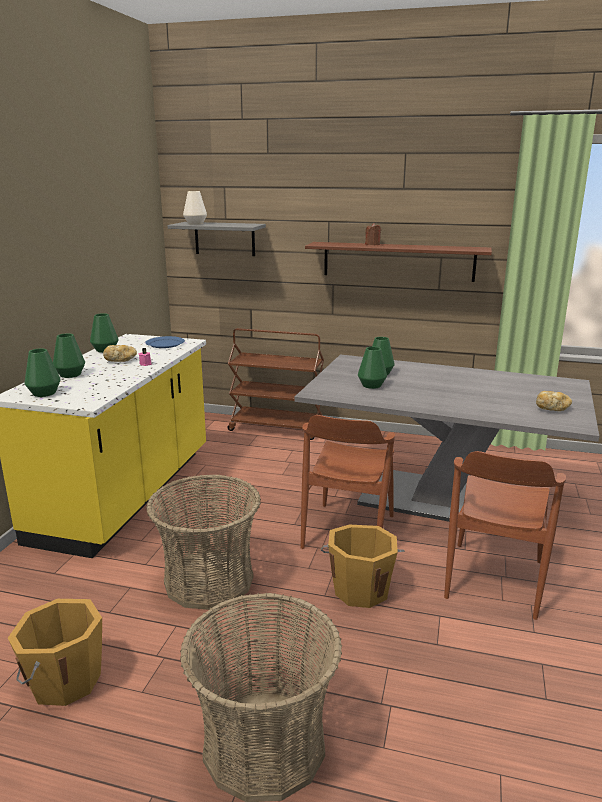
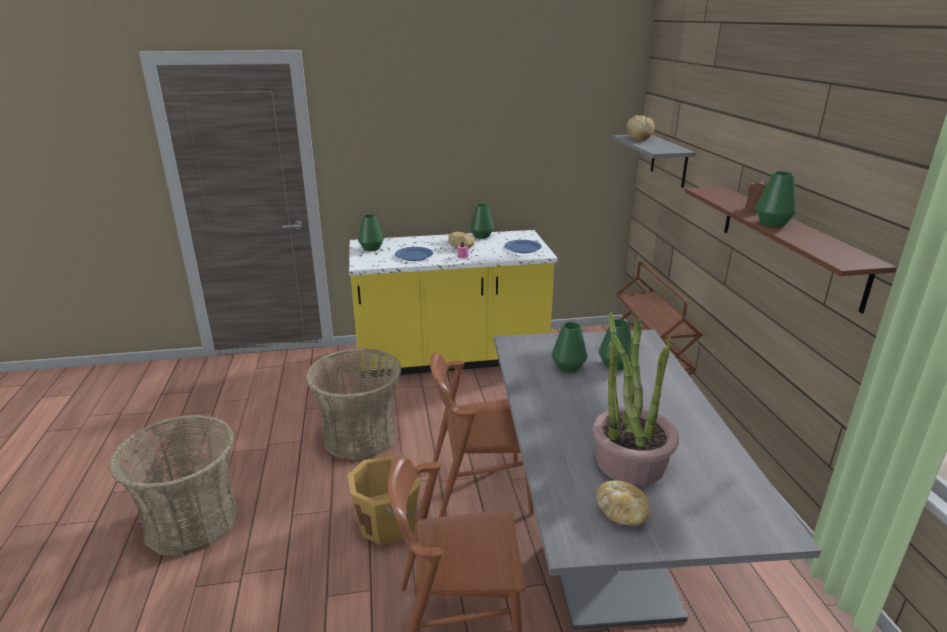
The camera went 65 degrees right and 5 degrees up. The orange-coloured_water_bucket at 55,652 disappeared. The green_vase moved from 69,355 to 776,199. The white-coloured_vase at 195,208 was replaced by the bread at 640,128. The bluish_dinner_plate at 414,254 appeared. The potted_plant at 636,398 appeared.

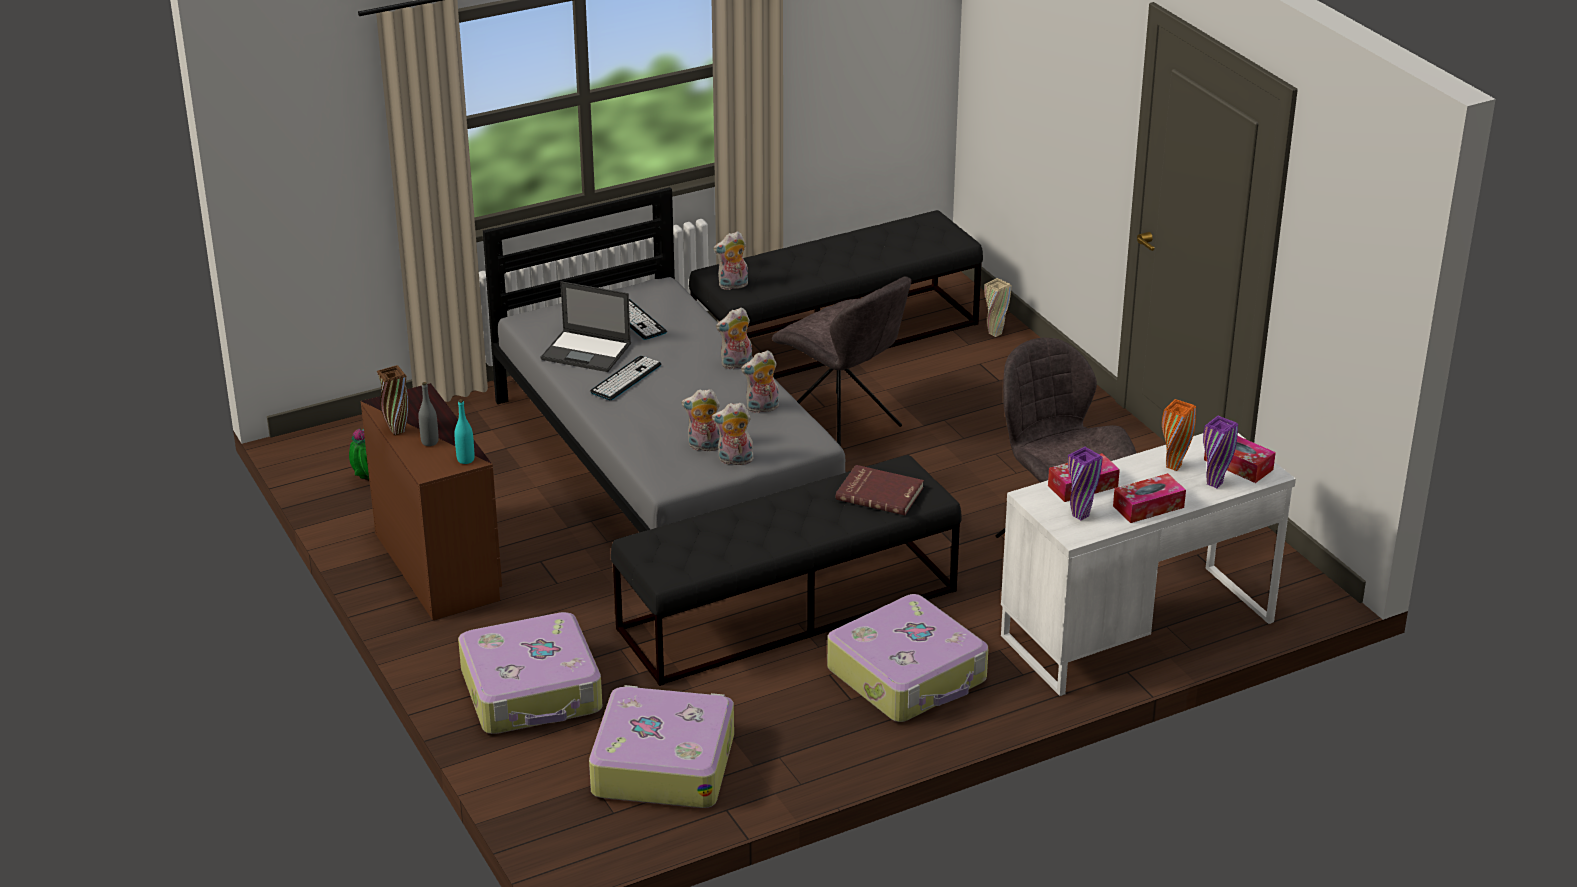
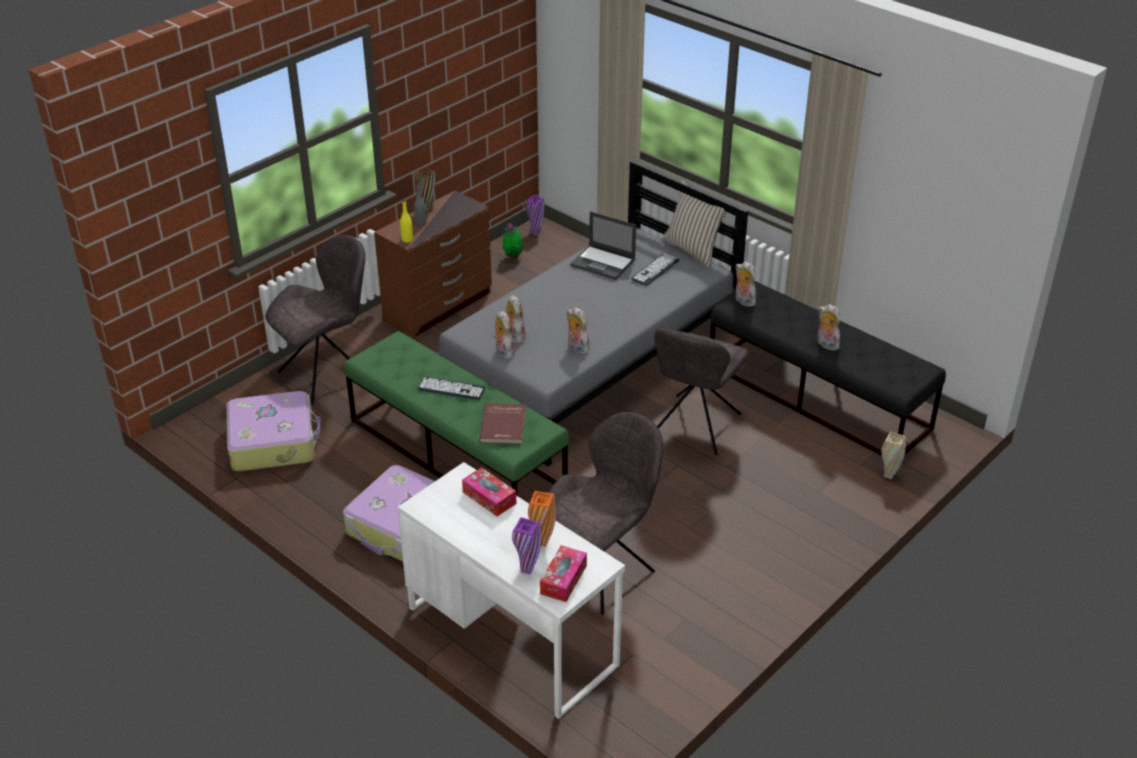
The camera went 70 degrees right and 5 degrees up. The turquoise_beverage_bottle at 464,431 became the yellow-coloured_beverage_bottle at 406,221. The piece_of_luggage at 530,673 was replaced by the grey_plain_chair at 316,319. The laptop at 586,326 turned 60 degrees counterclockwise. The keyboard moved from 625,378 to 452,388. The black_long_seat at 786,570 became the green_long_seat at 456,413. The plush_toy moved from 734,338 to 829,327. The purple-coloured_vase moved from 1085,484 to 535,215. The tissue_box at 1149,498 disappeared. The beige_pillow at 694,224 appeared.

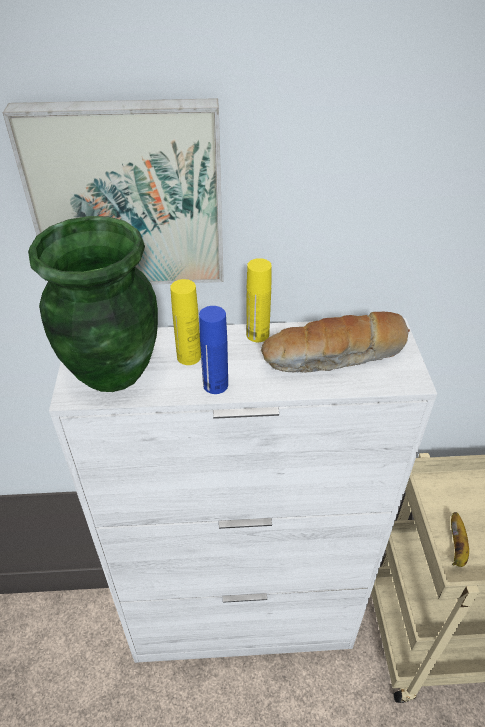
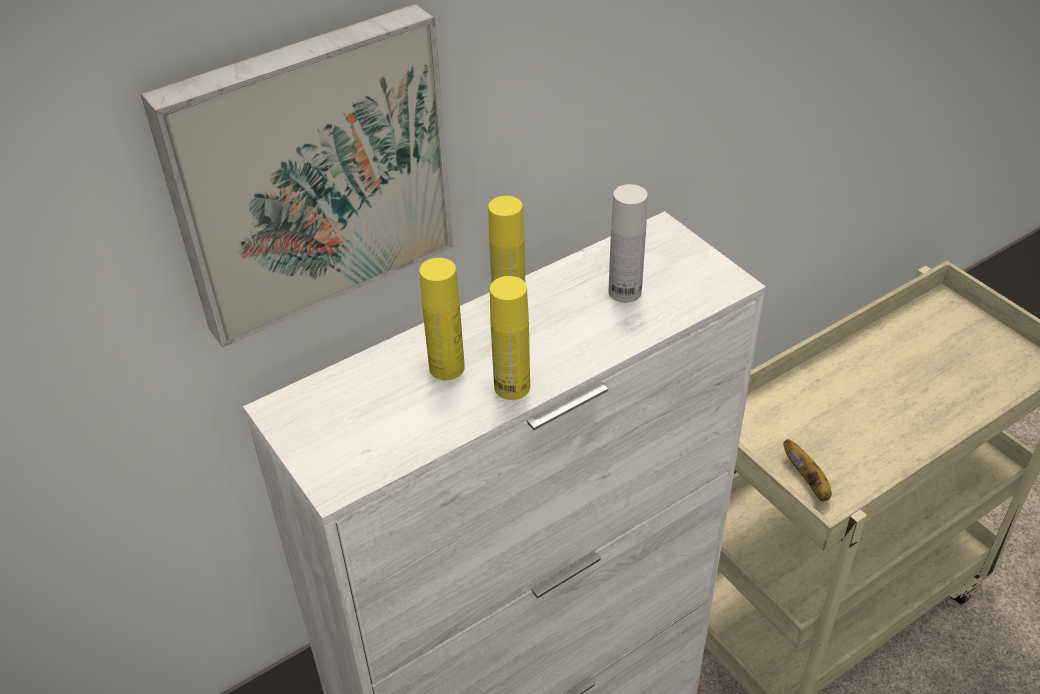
The camera went 30 degrees left and 0 degrees up. The green_vase at 93,304 disappeared. The bluish_beverage_bottle at 213,350 became the yellow-coloured_beverage_bottle at 510,338. The bread at 335,342 was replaced by the white-coloured_beverage_bottle at 628,243.

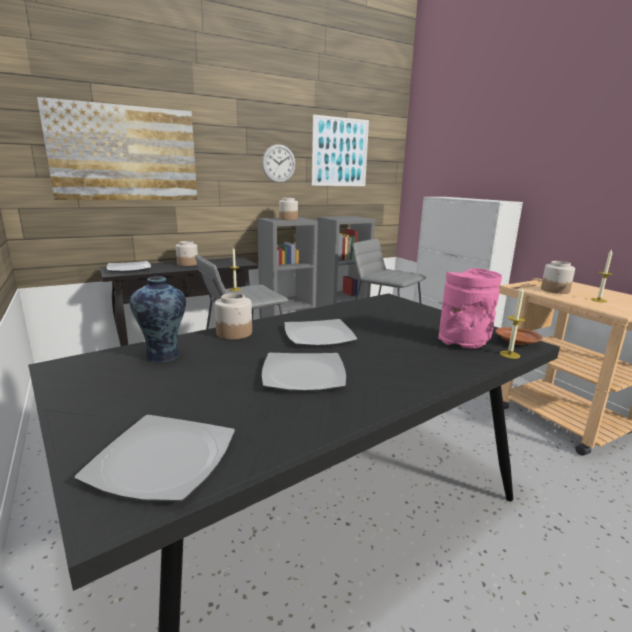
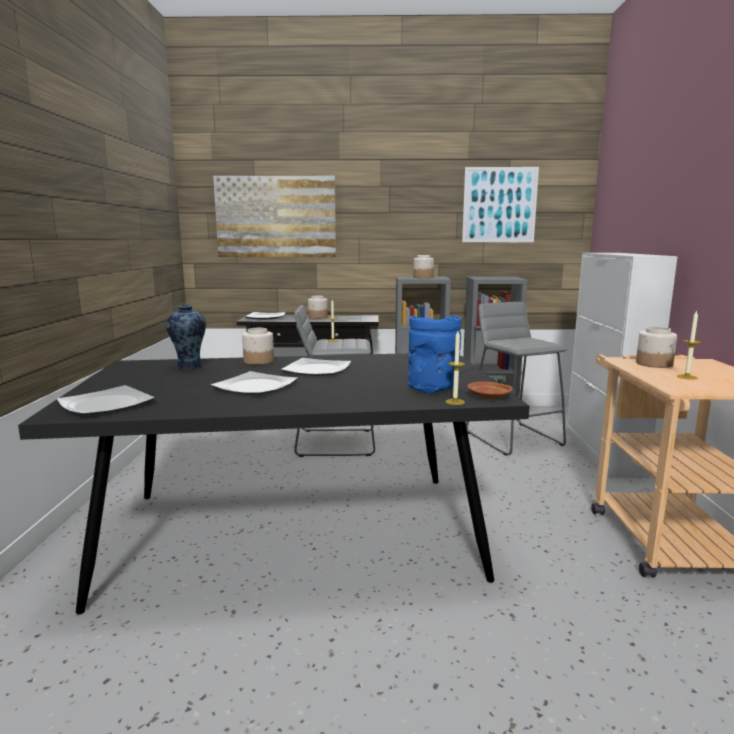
The camera went 30 degrees right and 5 degrees down. The hanging_clock at 279,163 disappeared. The pink_vase at 470,308 became the bluish_vase at 435,355.

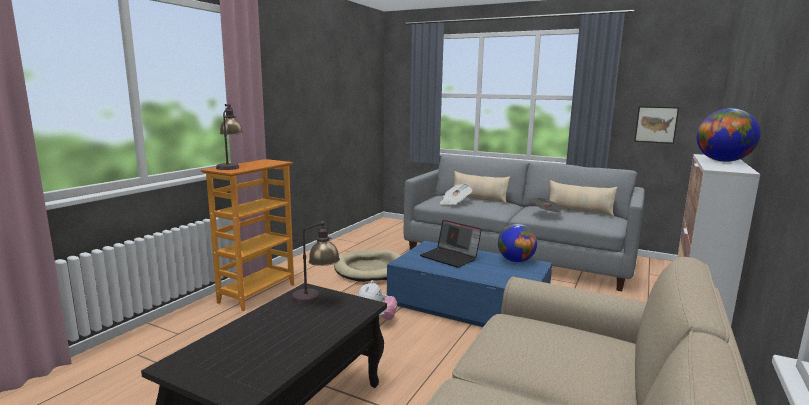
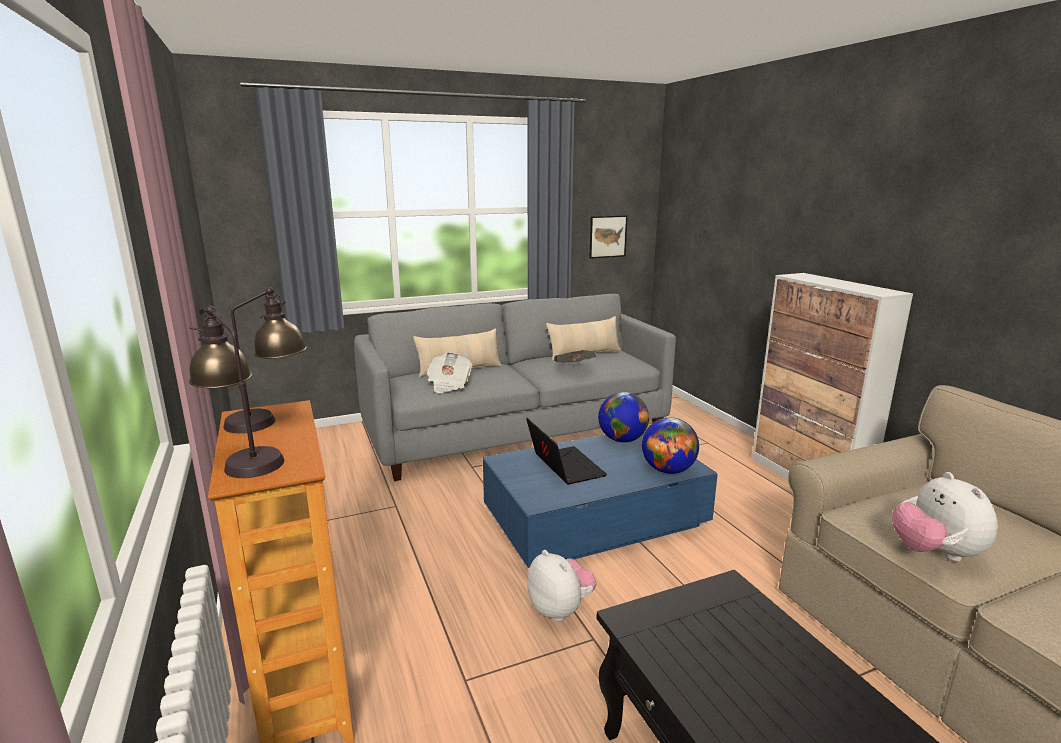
The camera went 50 degrees left and 5 degrees up. The lamp_for_a_table moved from 315,263 to 265,360. The beige_dog_bed at 367,266 disappeared. The laptop at 451,244 turned 105 degrees counterclockwise. The globe moved from 728,135 to 670,445. The plush_toy at 945,516 appeared.

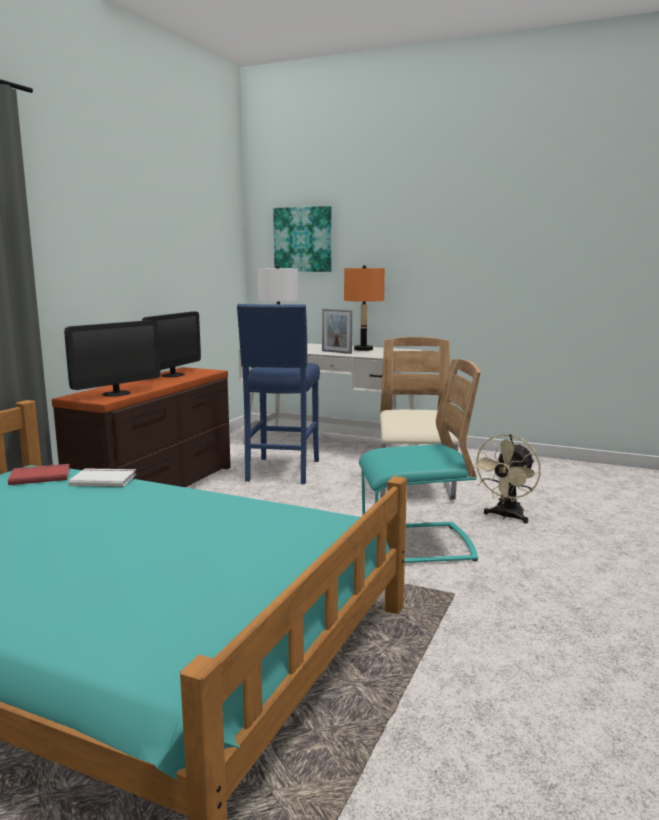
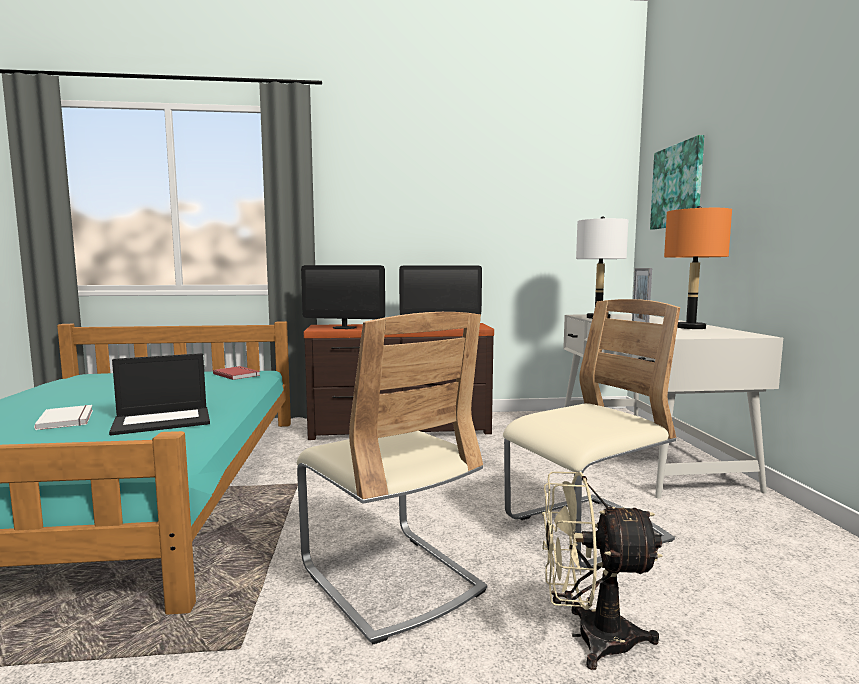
The camera went 60 degrees right and 5 degrees down. The white-coloured_bound_book moved from 102,477 to 63,417. The bluish_stool_seat at 278,394 disappeared. The turquoise_plain_chair at 420,461 became the beige_plain_chair at 392,478. The laptop at 159,394 appeared.

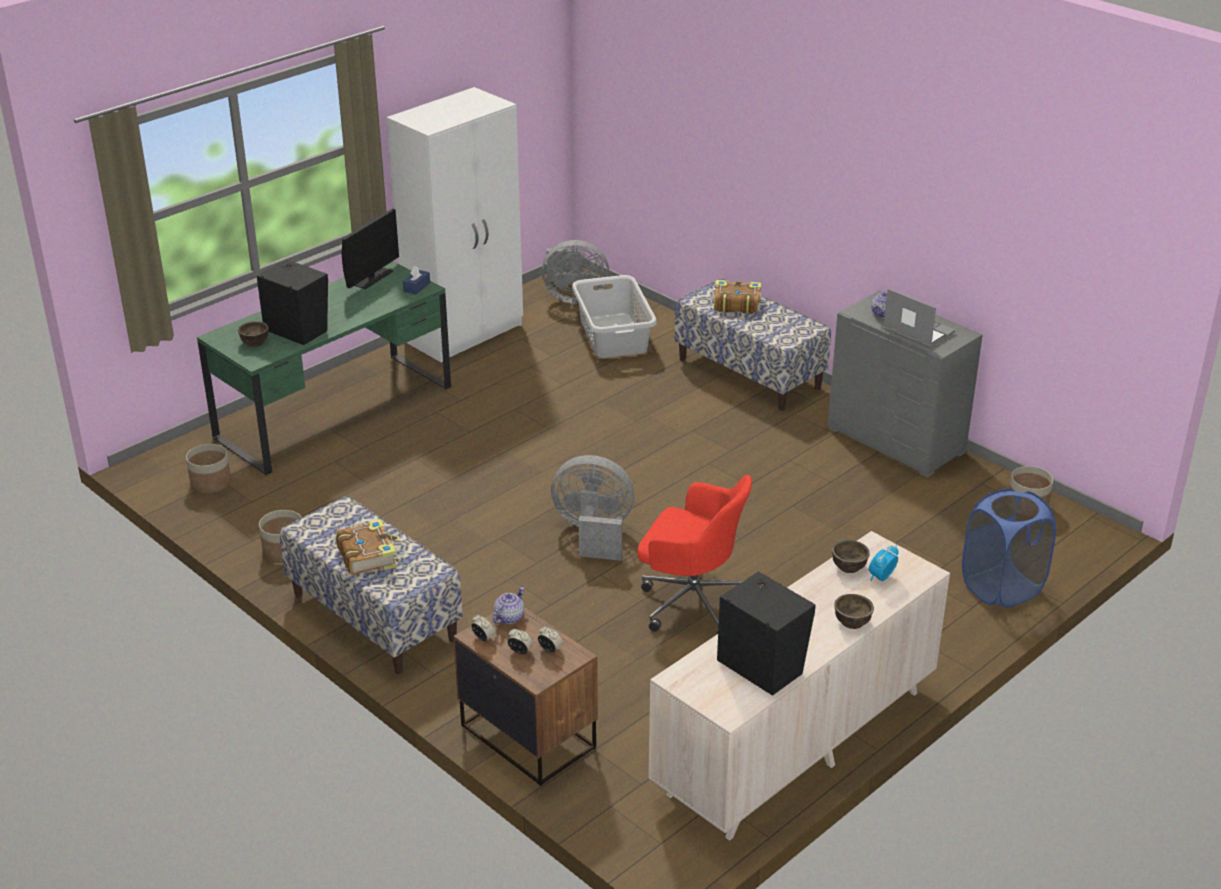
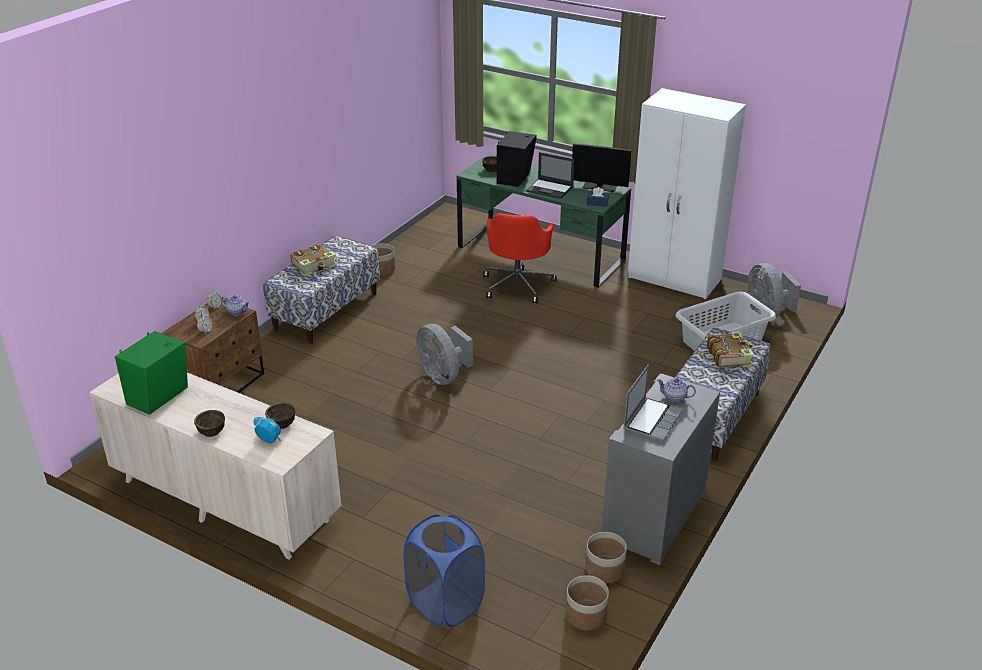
The camera went 75 degrees right and 0 degrees up. The planter moved from 208,468 to 606,557. The grey_electric_fan at 592,508 turned 150 degrees clockwise. The reddish_desk_chair moved from 694,554 to 520,258. The black_loudspeaker at 766,633 became the green_loudspeaker at 151,373. The laptop at 550,175 appeared.

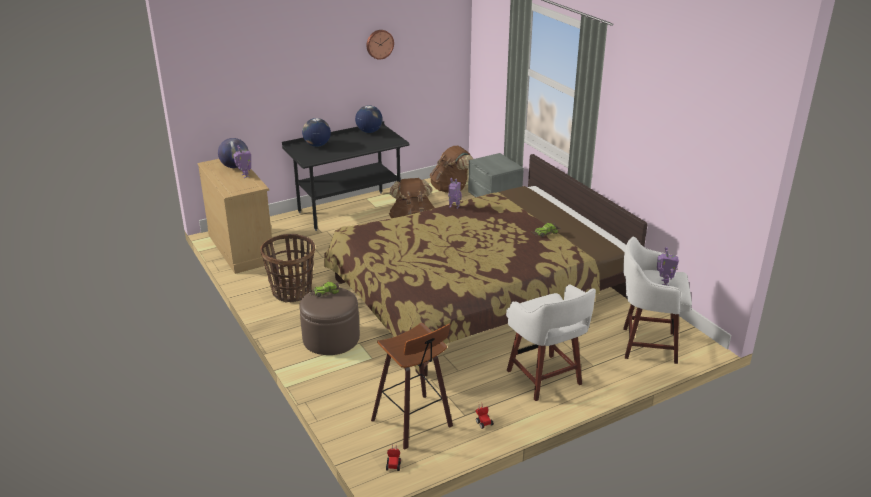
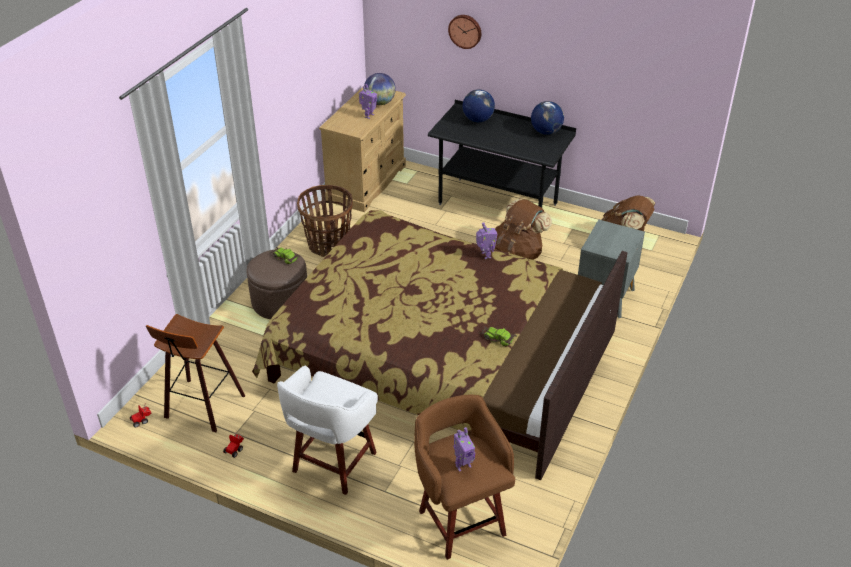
The camera went 55 degrees right and 10 degrees up. The hanging_clock moved from 380,45 to 464,32. The white-coloured_stool_seat at 657,300 became the brown_stool_seat at 464,477.

